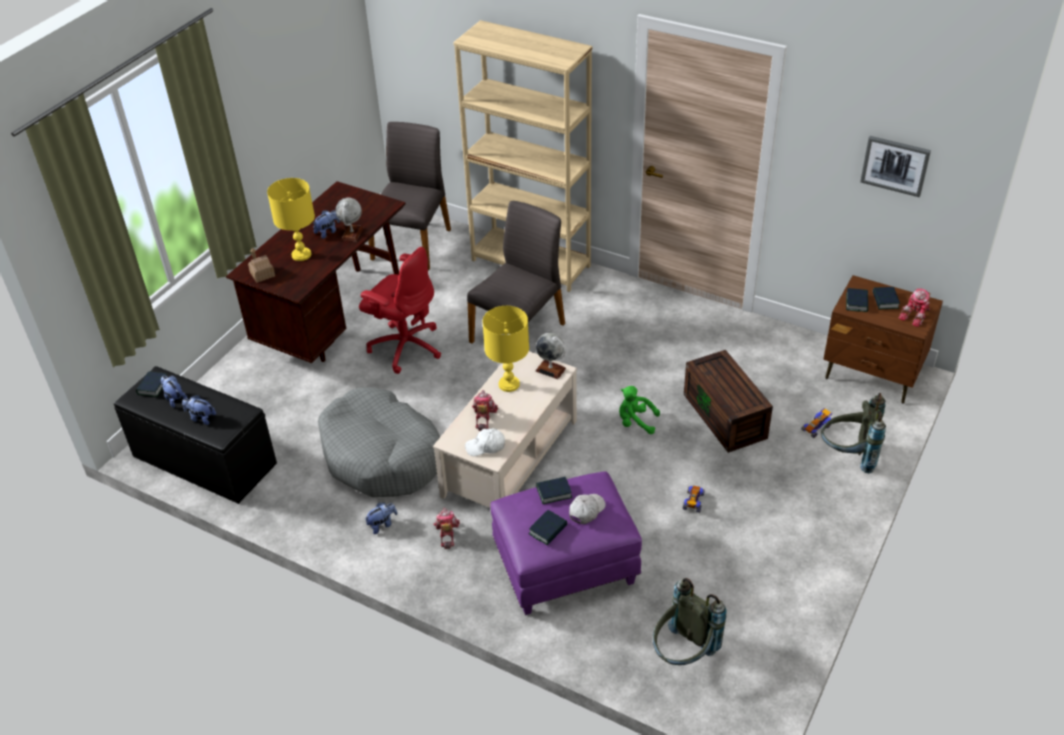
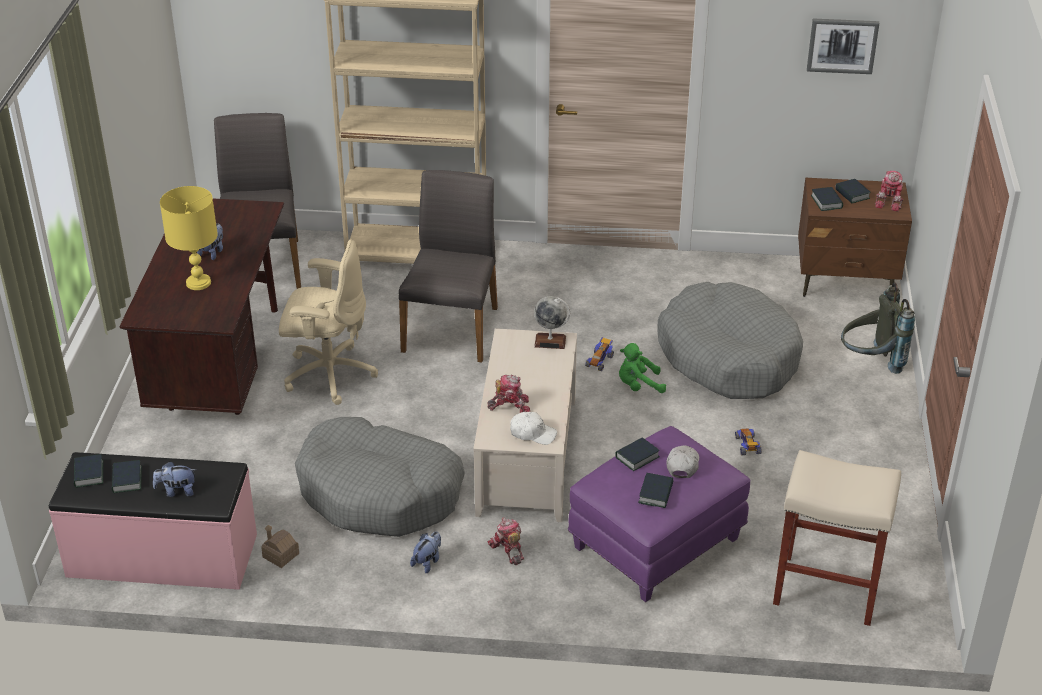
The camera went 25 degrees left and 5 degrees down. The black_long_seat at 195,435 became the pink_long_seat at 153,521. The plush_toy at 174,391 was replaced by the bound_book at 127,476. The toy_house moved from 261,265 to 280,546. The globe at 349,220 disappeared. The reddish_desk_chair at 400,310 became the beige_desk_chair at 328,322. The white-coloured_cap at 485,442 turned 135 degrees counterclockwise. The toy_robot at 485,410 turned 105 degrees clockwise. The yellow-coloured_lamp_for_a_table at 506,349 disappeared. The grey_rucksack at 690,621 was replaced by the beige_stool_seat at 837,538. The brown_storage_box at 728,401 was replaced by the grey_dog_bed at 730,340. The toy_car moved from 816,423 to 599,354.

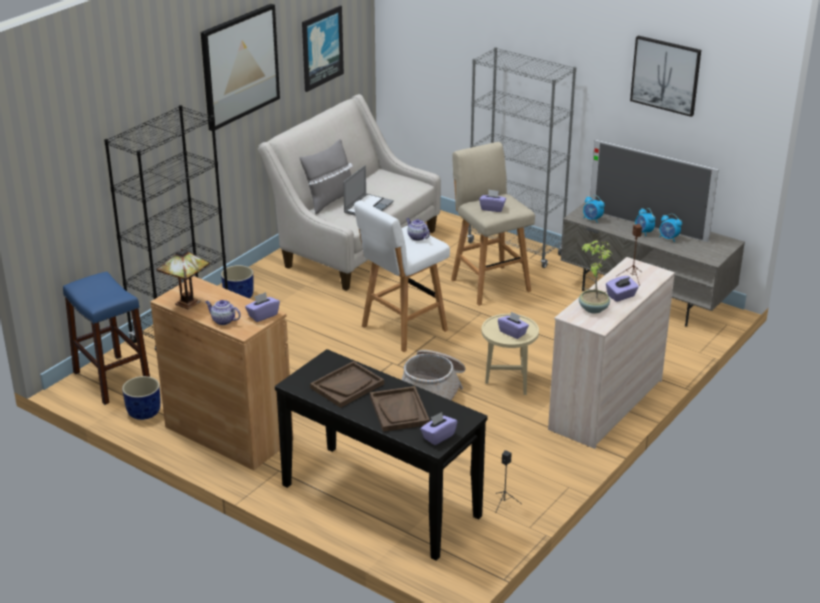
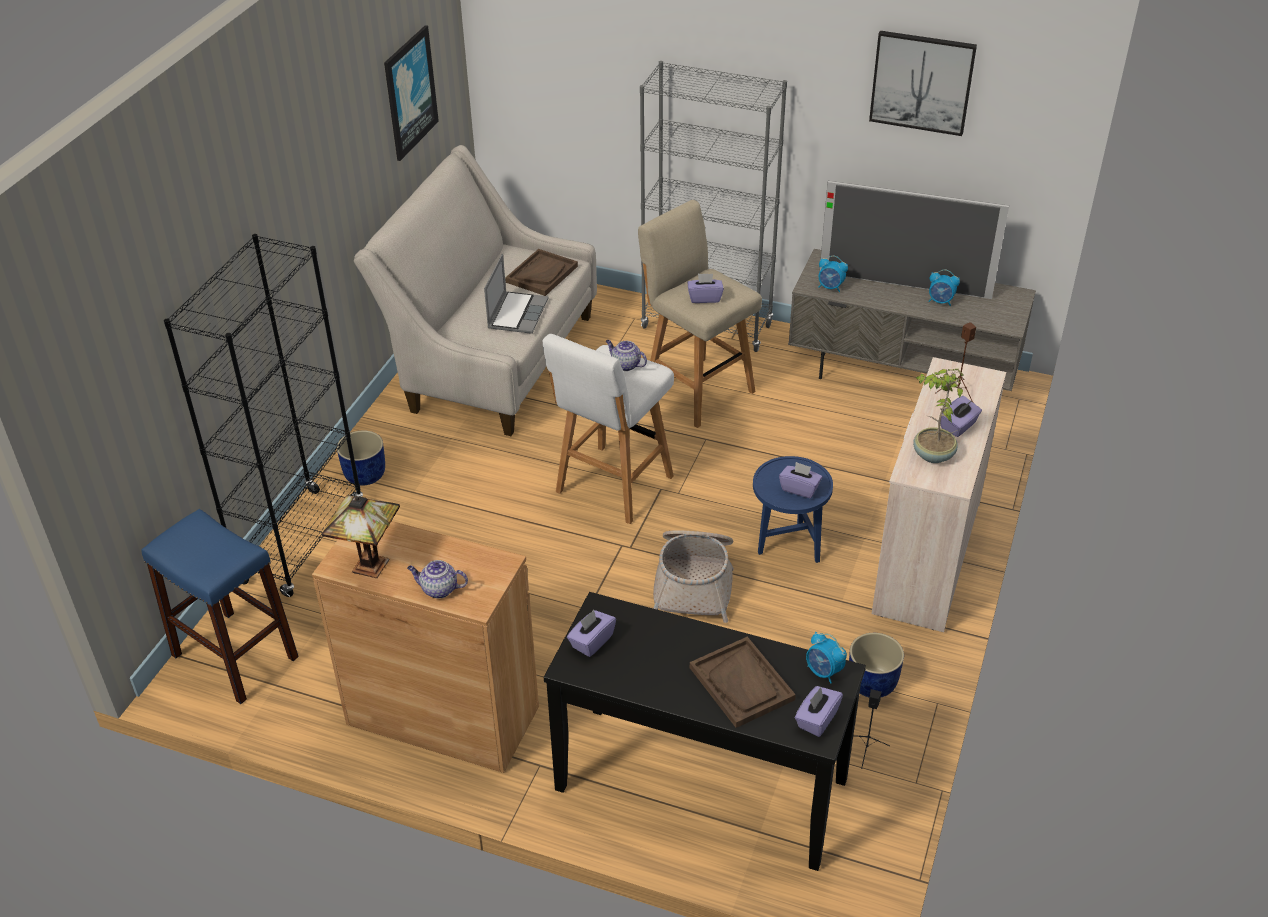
The camera went 15 degrees left and 10 degrees up. The bluish_planter moved from 141,398 to 876,665. The wall_picture at 240,67 disappeared. The purple-coloured_tissue_box moved from 262,307 to 591,633. The grey_pillow at 326,176 disappeared. The brown_tray moved from 347,384 to 541,272. The beige_end_table at 510,354 became the bluish_end_table at 793,509. The bedside_clock moved from 645,222 to 826,658.

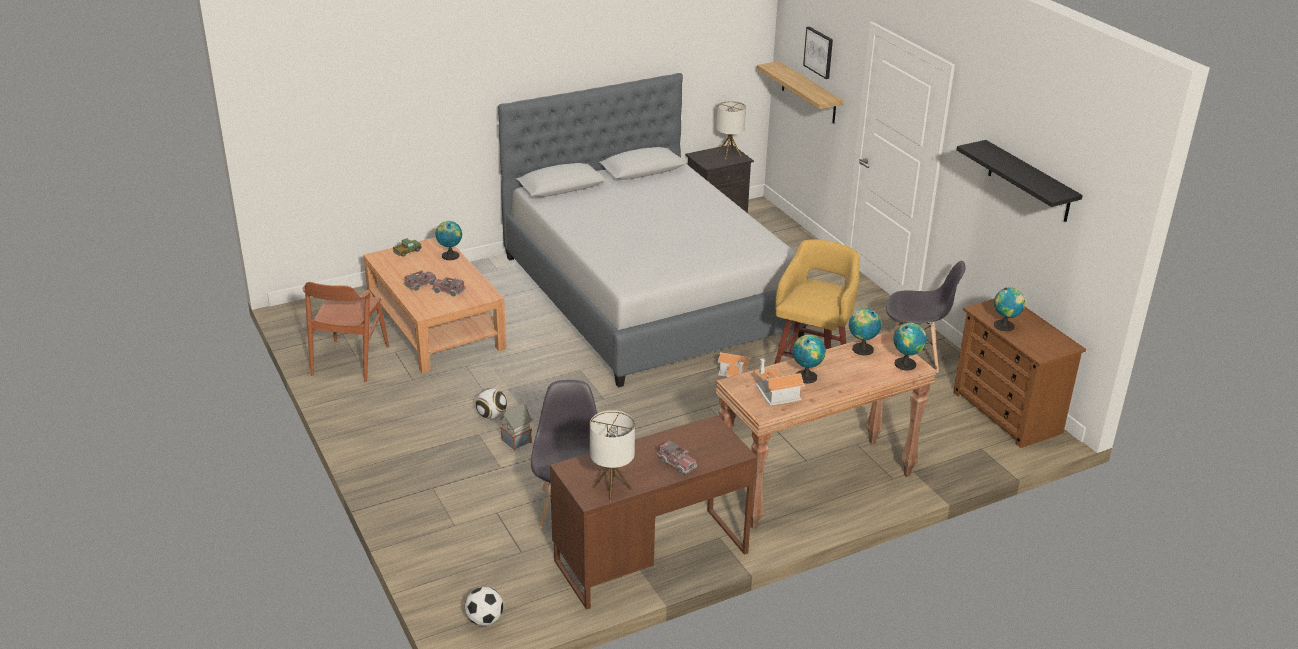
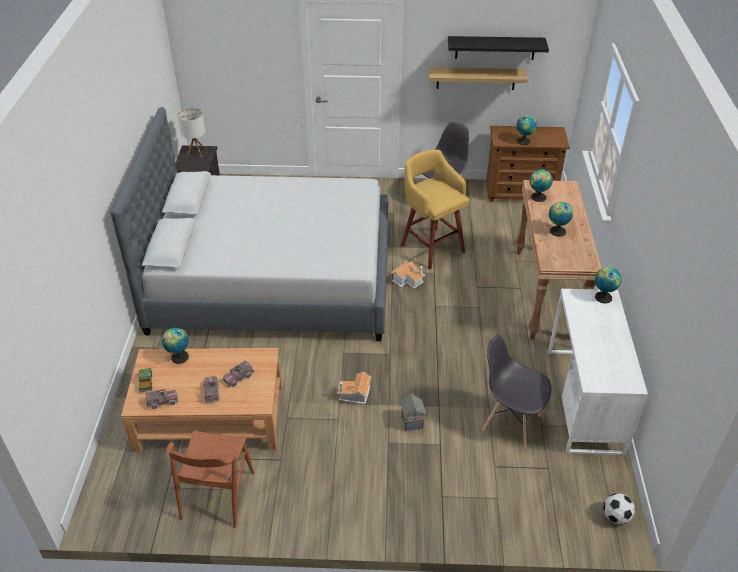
The camera went 60 degrees left and 10 degrees up. The brown_plain_chair at 346,332 turned 60 degrees clockwise. The football_ball at 491,403 disappeared. The brown_desk at 653,512 became the white-coloured_desk at 598,372. The lamp_for_a_table at 612,455 disappeared. The toy_truck moved from 677,457 to 162,399. The toy_house moved from 780,382 to 354,388. The shelf moved from 800,92 to 478,78. The wall_picture at 818,52 disappeared. The globe moved from 910,347 to 608,285.

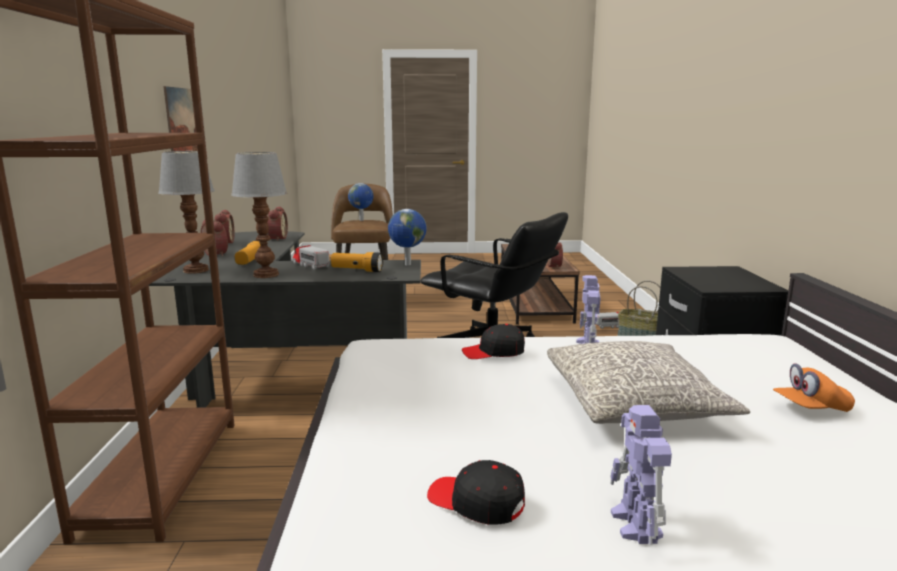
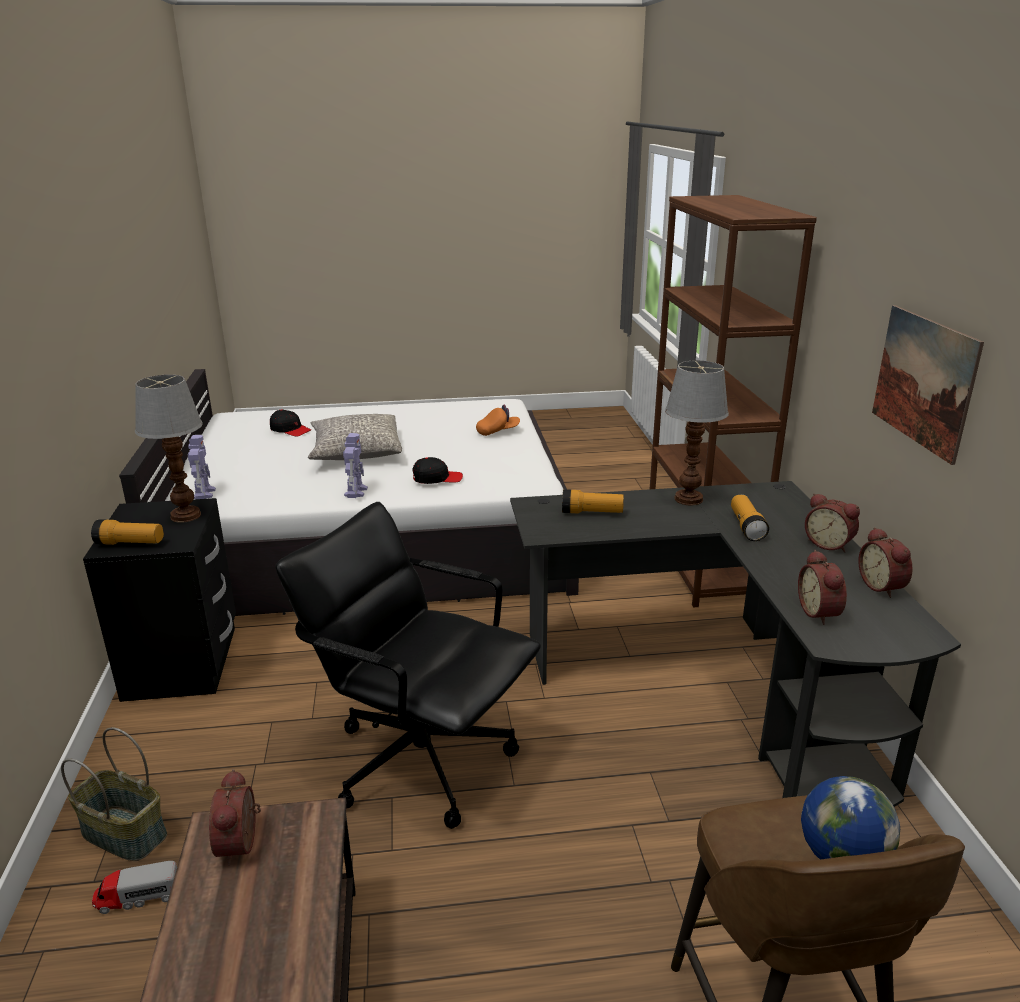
The camera went 175 degrees right and 10 degrees up. The lamp_for_a_table moved from 186,212 to 169,449. The toy_truck at 311,257 disappeared. The globe at 407,237 disappeared. The black_cap moved from 476,492 to 290,422. The toy_robot moved from 641,475 to 201,467. The orange-coloured_cap moved from 814,387 to 498,420. The torch at 127,532 appeared.

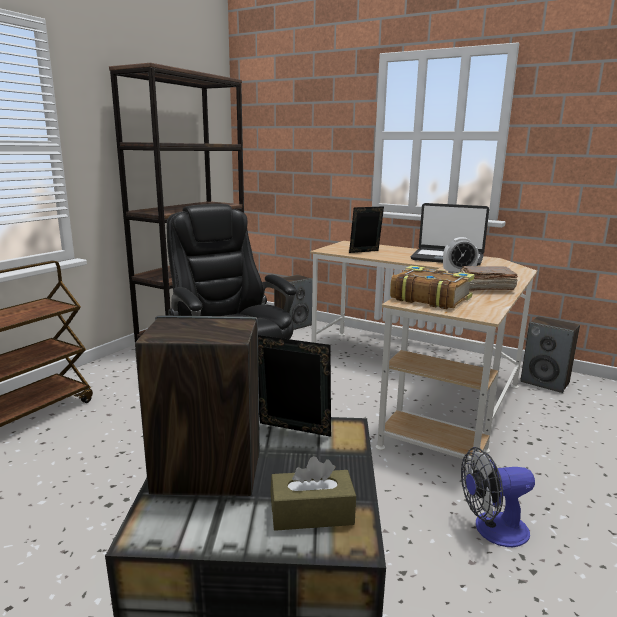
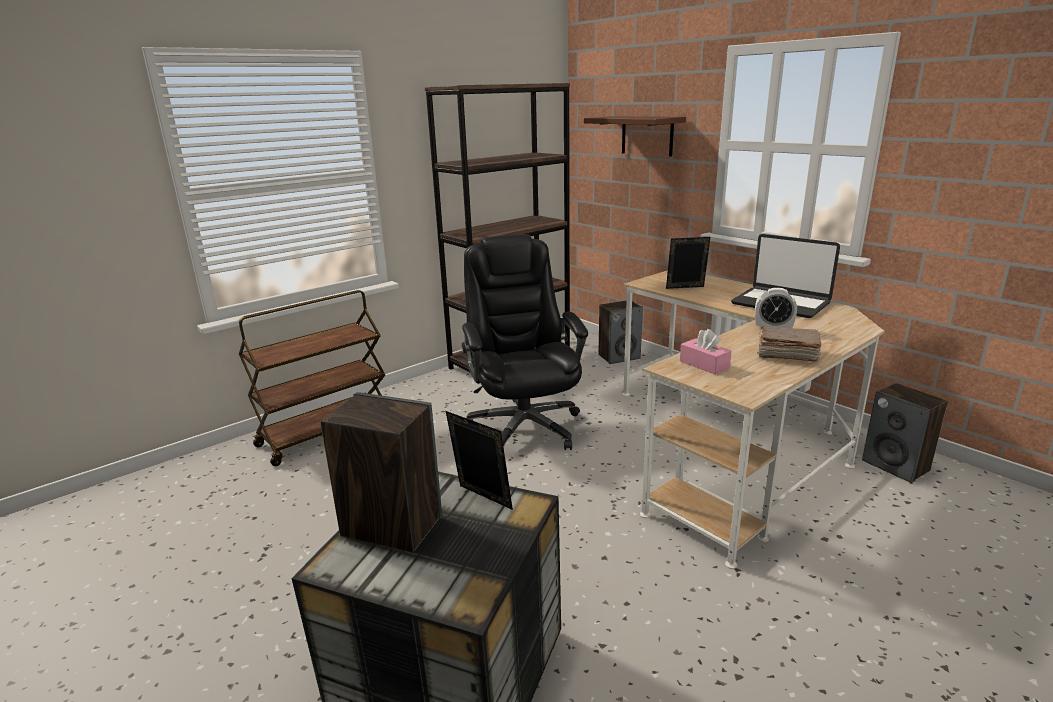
The camera went 20 degrees right and 5 degrees up. The brown_tissue_box at 313,493 disappeared. The bound_book at 432,287 was replaced by the pink_tissue_box at 706,351. The electric_fan at 498,497 disappeared. The brown_shelf at 635,136 appeared.

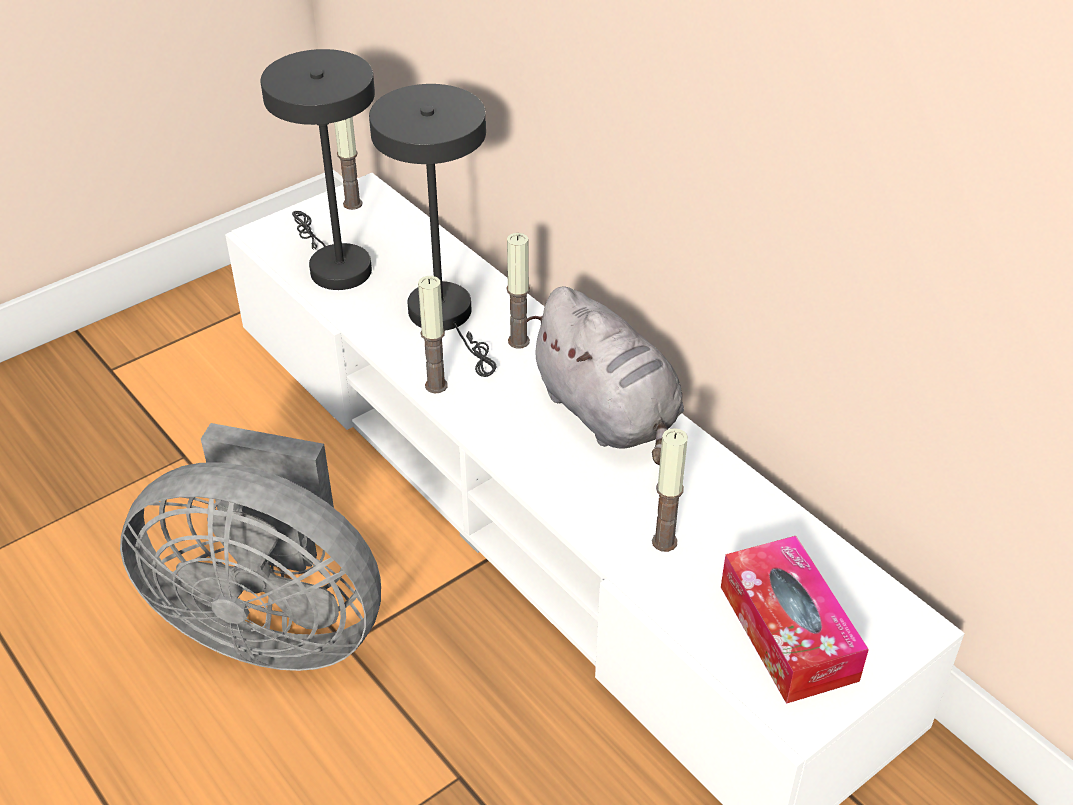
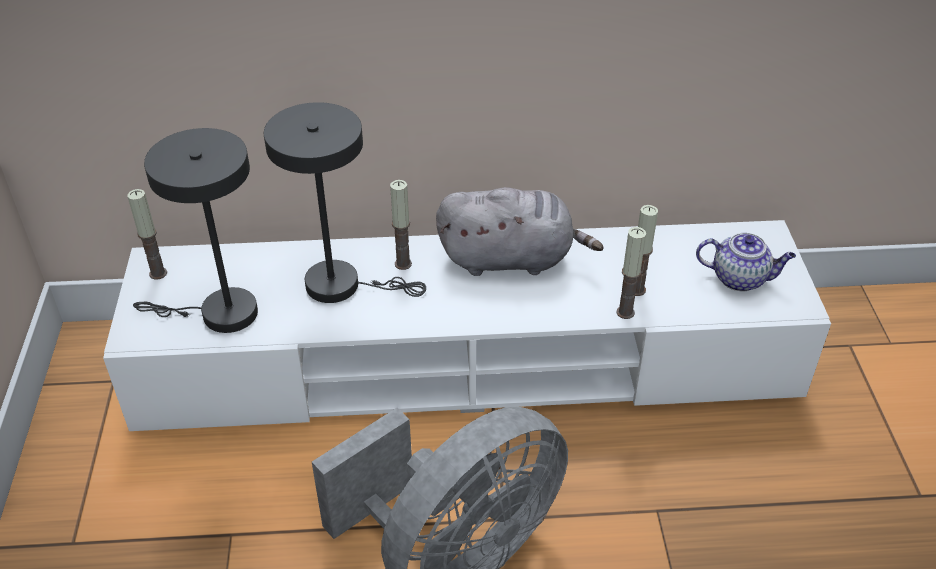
The camera went 55 degrees left and 0 degrees up. The candle moved from 433,334 to 631,273. The tissue_box at 795,620 was replaced by the tea_pot at 746,262.

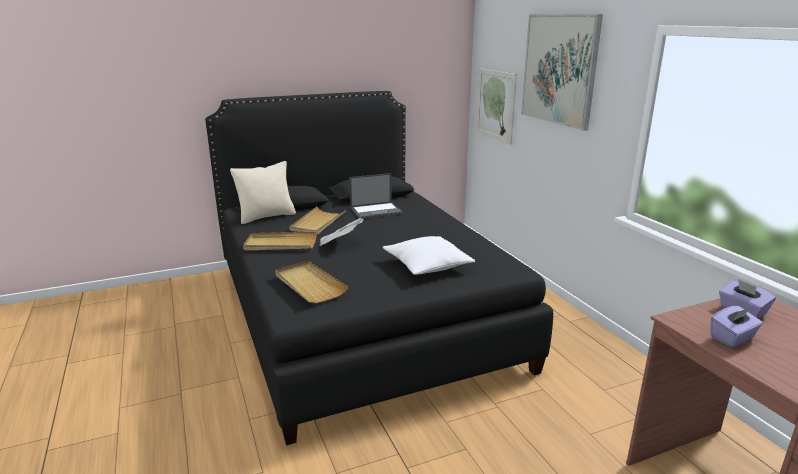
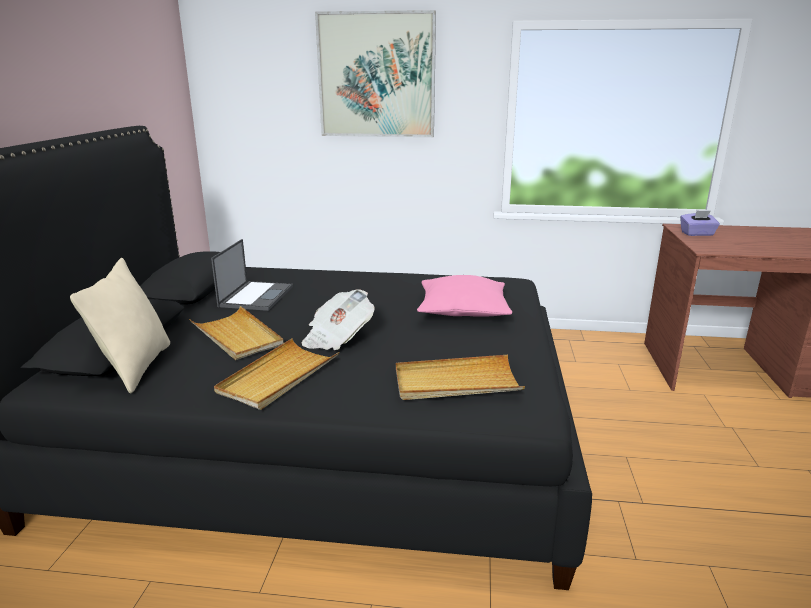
The camera went 60 degrees left and 0 degrees up. The white-coloured_pillow at 429,255 became the pink_pillow at 464,296. The wall_picture at 496,106 disappeared. The purple-coloured_tissue_box at 736,326 disappeared.

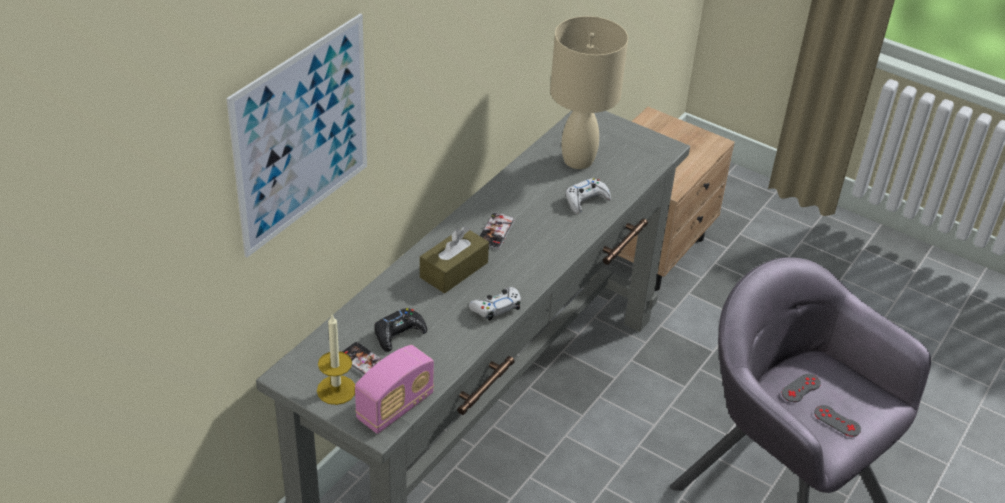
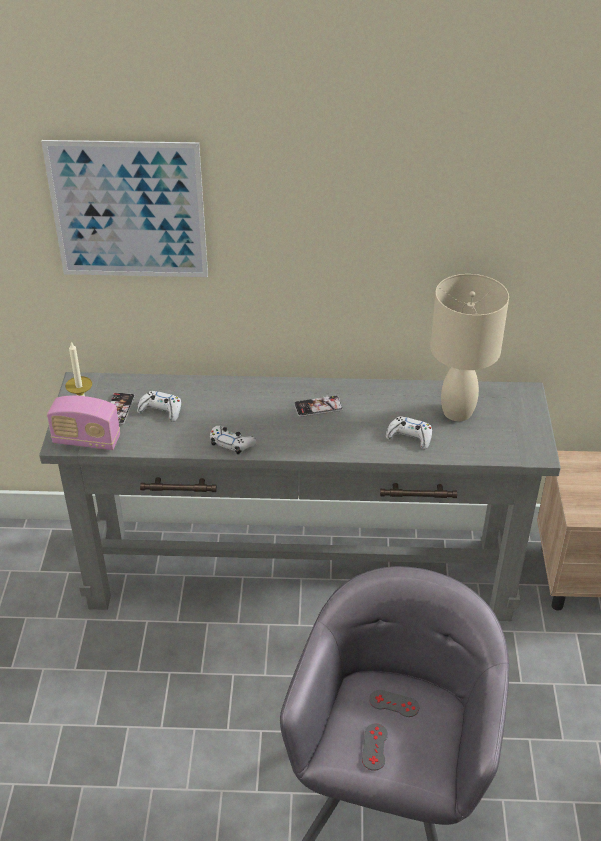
The camera went 60 degrees right and 0 degrees up. The black_game_controller at 400,330 became the white-coloured_game_controller at 159,406. The brown_tissue_box at 454,260 disappeared.

